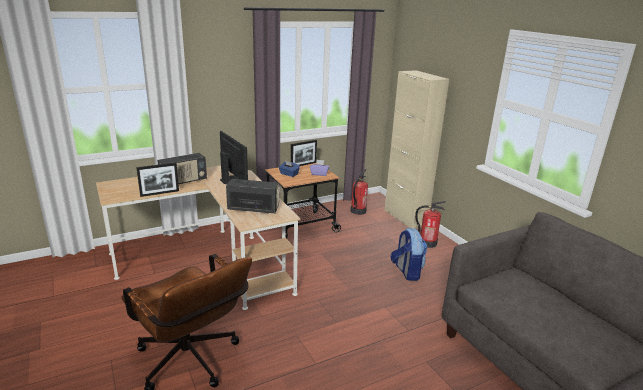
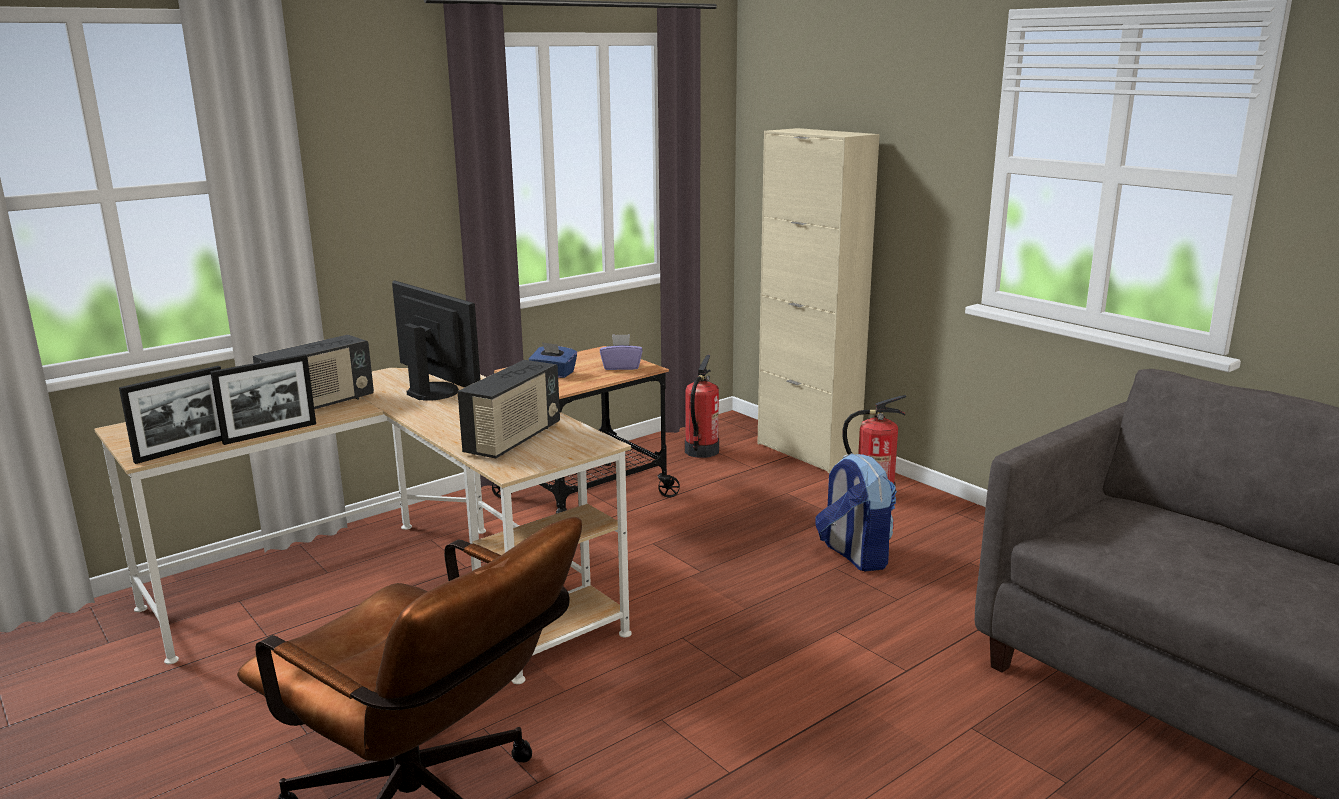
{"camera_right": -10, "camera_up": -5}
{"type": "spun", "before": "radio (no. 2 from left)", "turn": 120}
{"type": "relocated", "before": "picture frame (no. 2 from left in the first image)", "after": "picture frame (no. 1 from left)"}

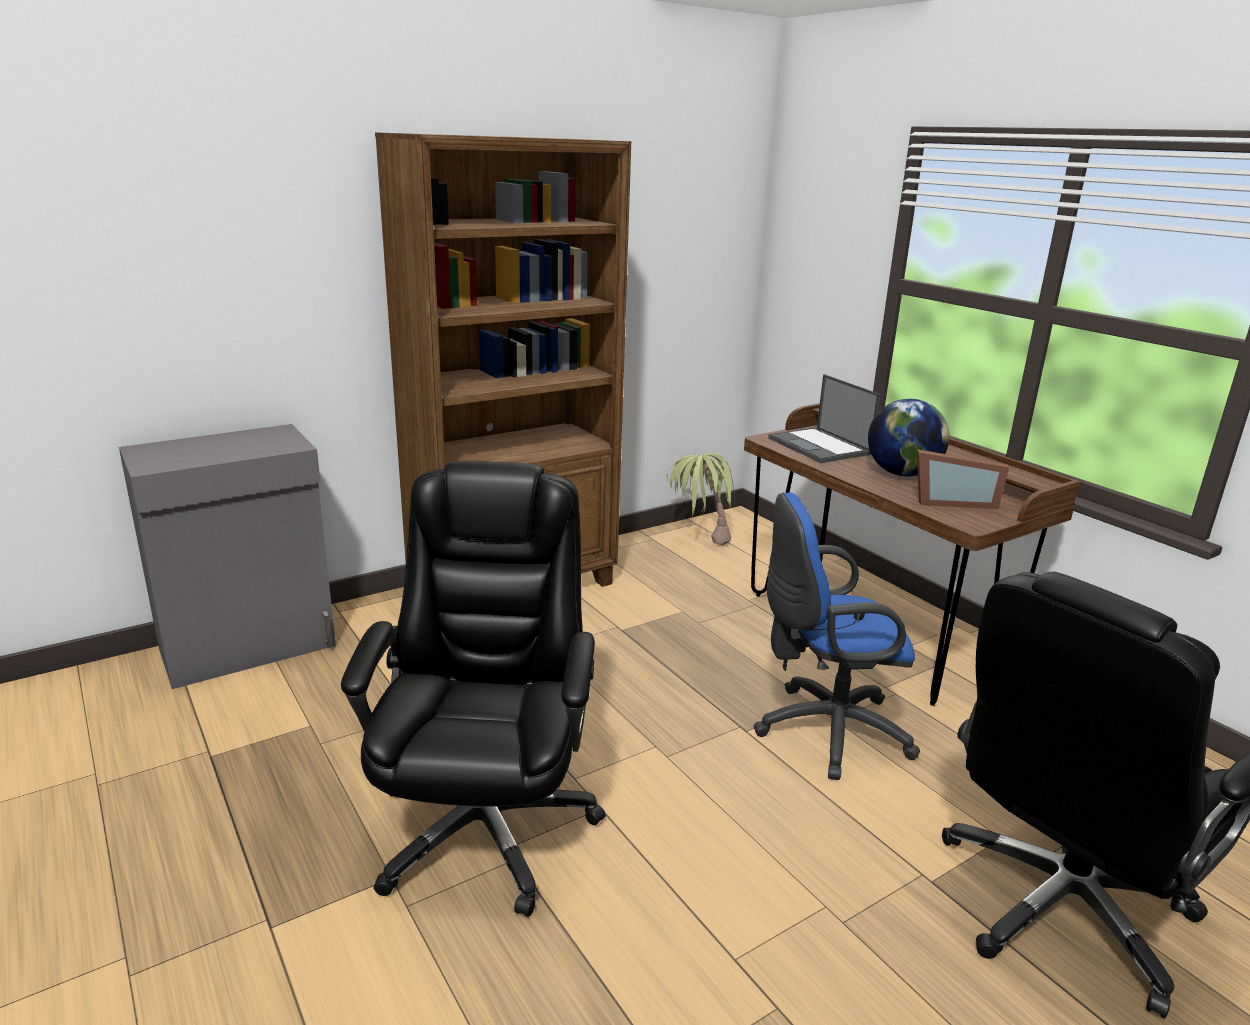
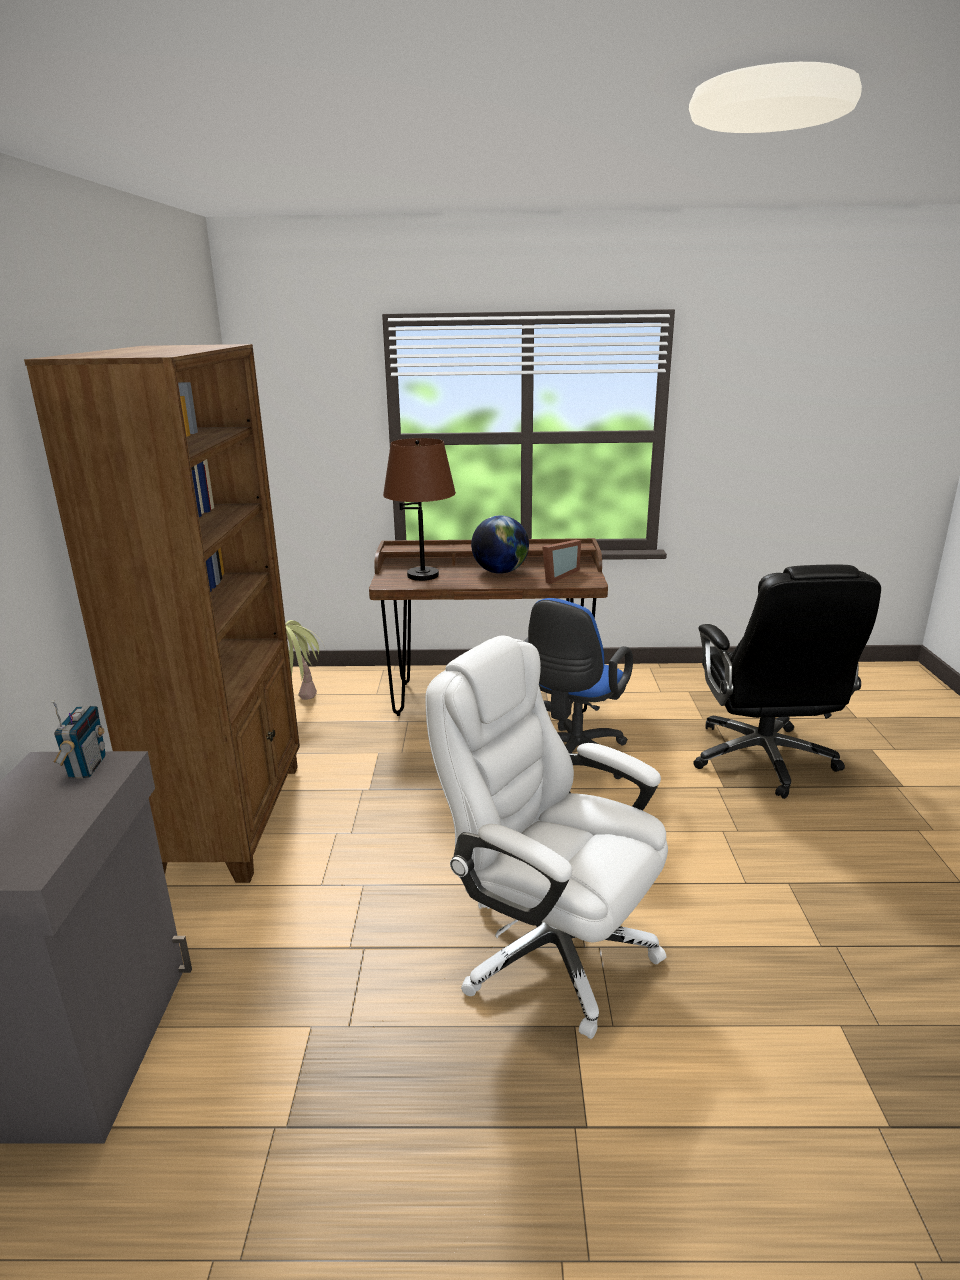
{"camera_right": -55, "camera_up": 0}
{"type": "colour", "before": "black office chair (no. 1 from left)", "after": "white office chair"}
{"type": "exchanged", "before": "laptop", "after": "brown table lamp"}
{"type": "appeared", "after": "radio"}

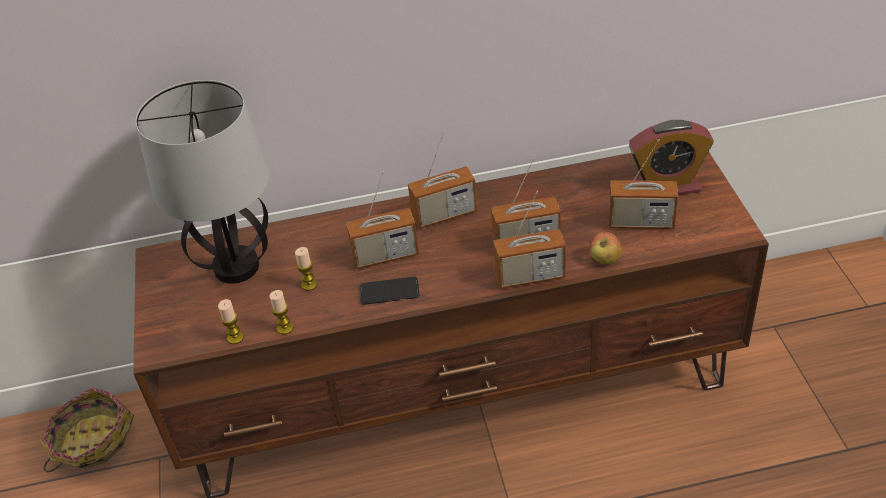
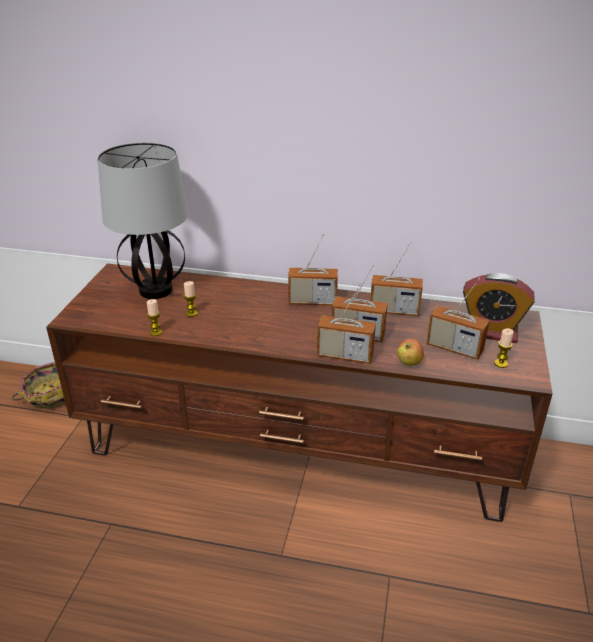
{"camera_right": 20, "camera_up": -10}
{"type": "relocated", "before": "candle (no. 1 from left in the first image)", "after": "candle (no. 3 from left)"}
{"type": "relocated", "before": "radio (no. 1 from left in the first image)", "after": "radio (no. 4 from left)"}
{"type": "missing", "before": "phone"}

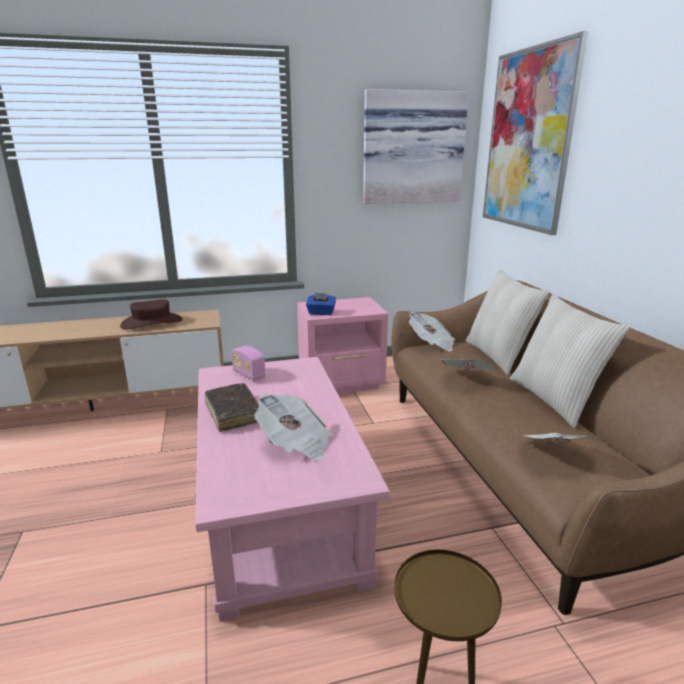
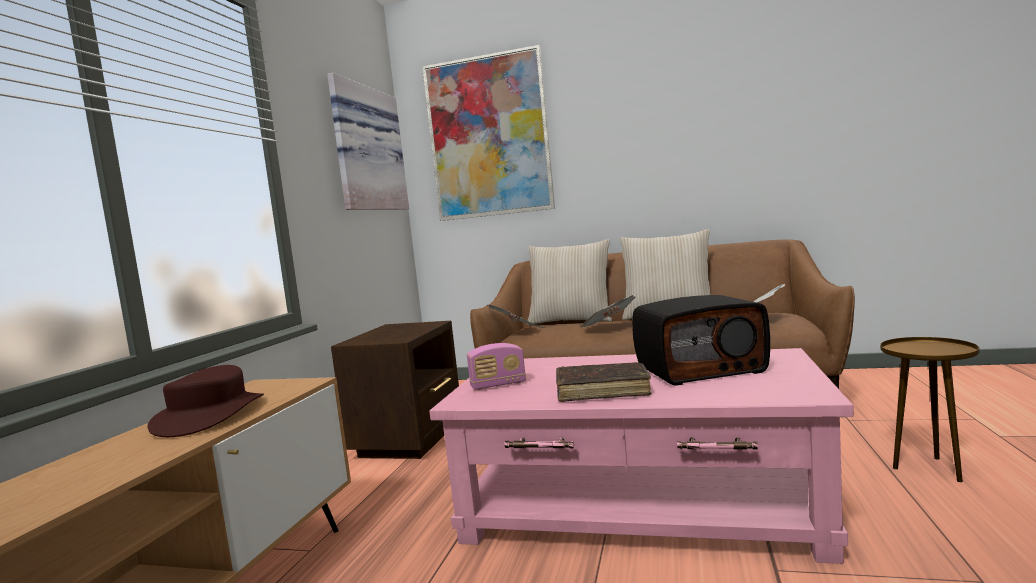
{"camera_right": -60, "camera_up": -15}
{"type": "exchanged", "before": "newspaper (no. 1 from left)", "after": "radio (no. 2 from left)"}
{"type": "colour", "before": "pink nightstand", "after": "brown nightstand"}
{"type": "missing", "before": "blue tissue box"}

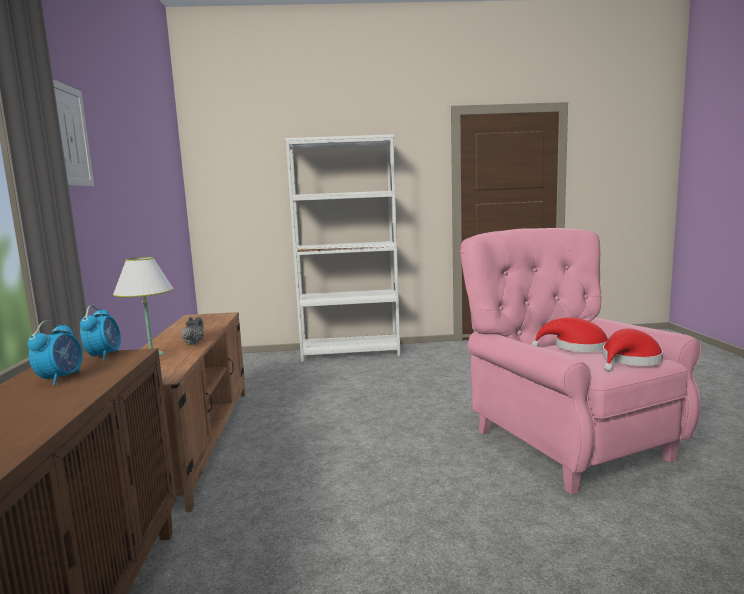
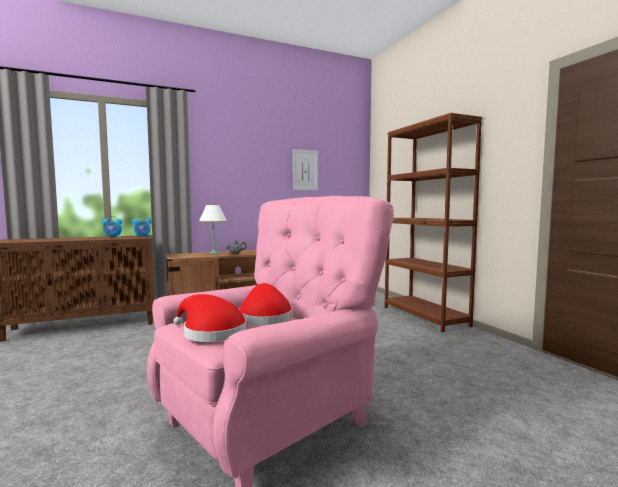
{"camera_right": 70, "camera_up": -5}
{"type": "relocated", "before": "picture"}
{"type": "colour", "before": "white bookcase", "after": "brown bookcase"}

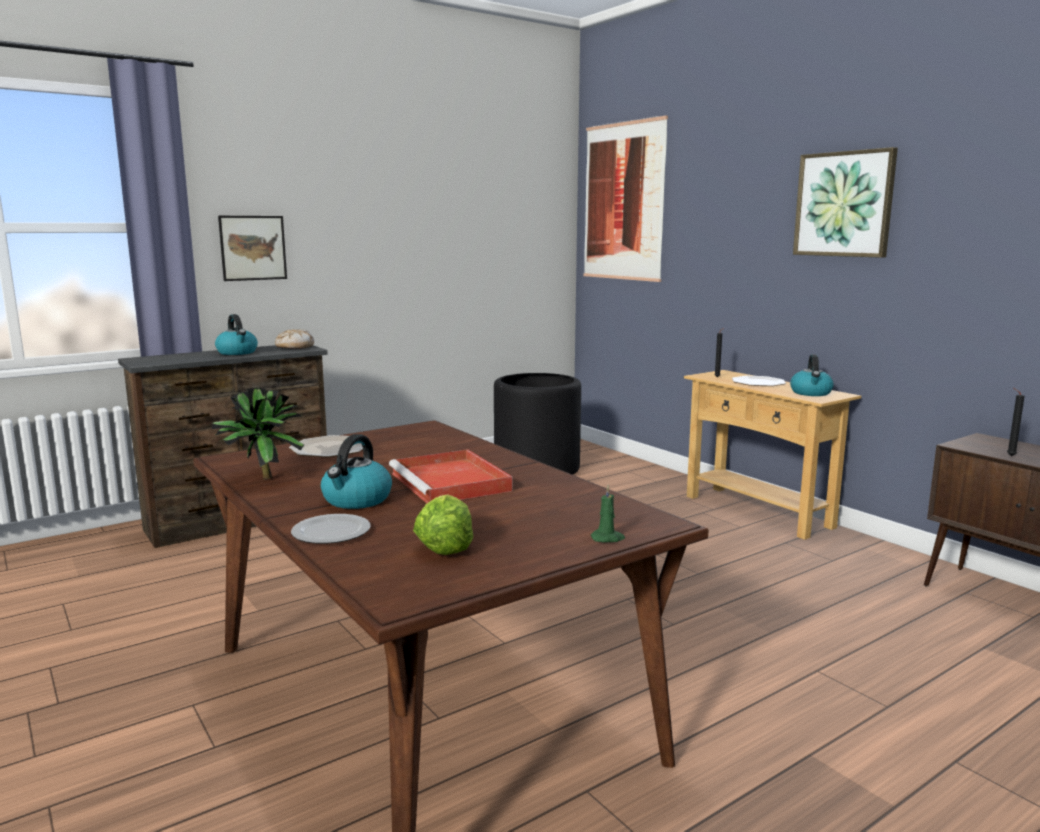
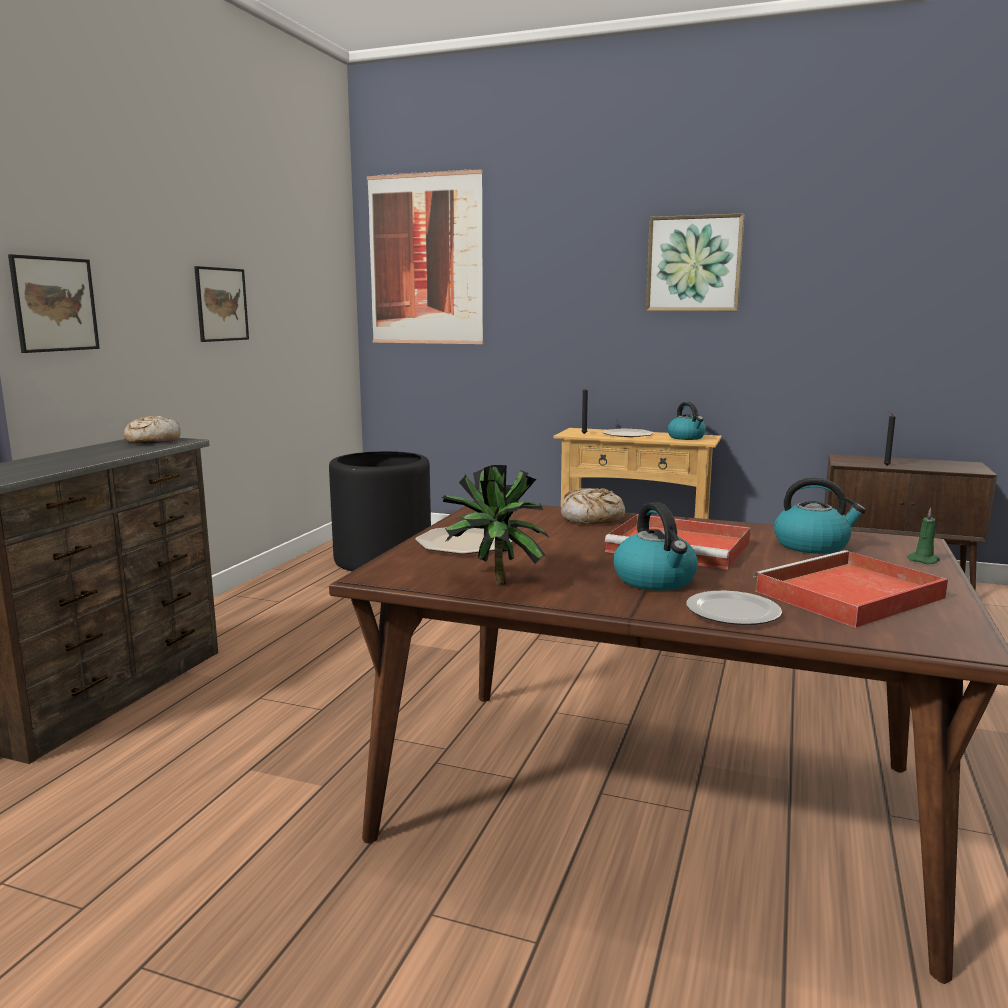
{"camera_right": -35, "camera_up": 0}
{"type": "relocated", "before": "kettle (no. 1 from left in the first image)", "after": "kettle (no. 3 from left)"}
{"type": "exchanged", "before": "lettuce", "after": "red tray (no. 2 from left)"}
{"type": "appeared", "after": "picture (no. 2 from left)"}
{"type": "appeared", "after": "bread (no. 2 from left)"}

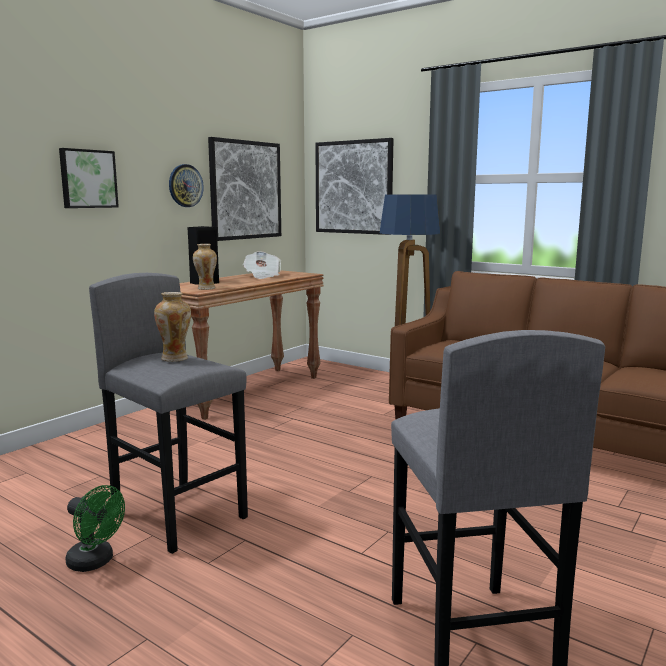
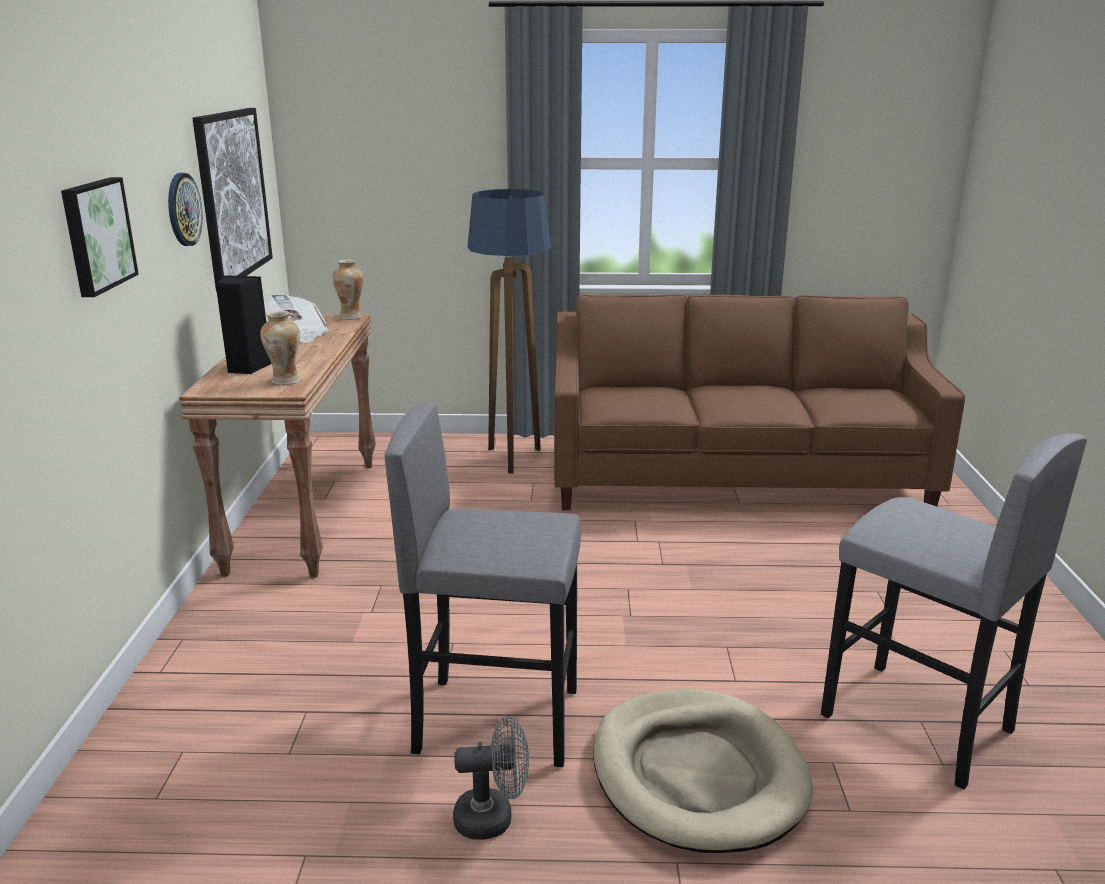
{"camera_right": -35, "camera_up": 10}
{"type": "colour", "before": "green fan", "after": "grey fan"}
{"type": "relocated", "before": "vase (no. 1 from left in the first image)", "after": "vase (no. 2 from left)"}
{"type": "missing", "before": "picture (no. 3 from left)"}
{"type": "appeared", "after": "beige dog bed"}

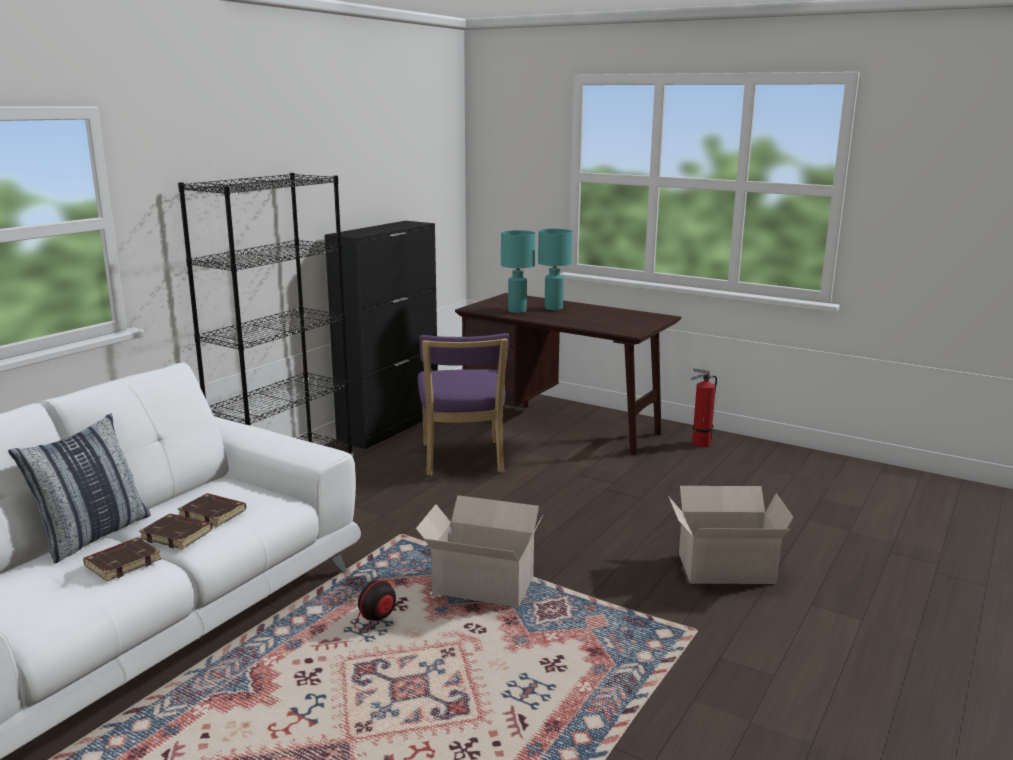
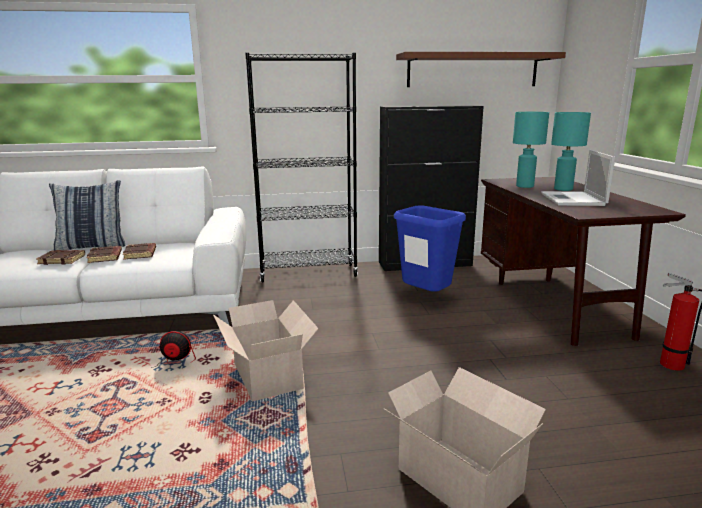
{"camera_right": 50, "camera_up": 0}
{"type": "exchanged", "before": "purple chair", "after": "blue trash can"}
{"type": "appeared", "after": "brown shelf"}
{"type": "appeared", "after": "laptop"}

